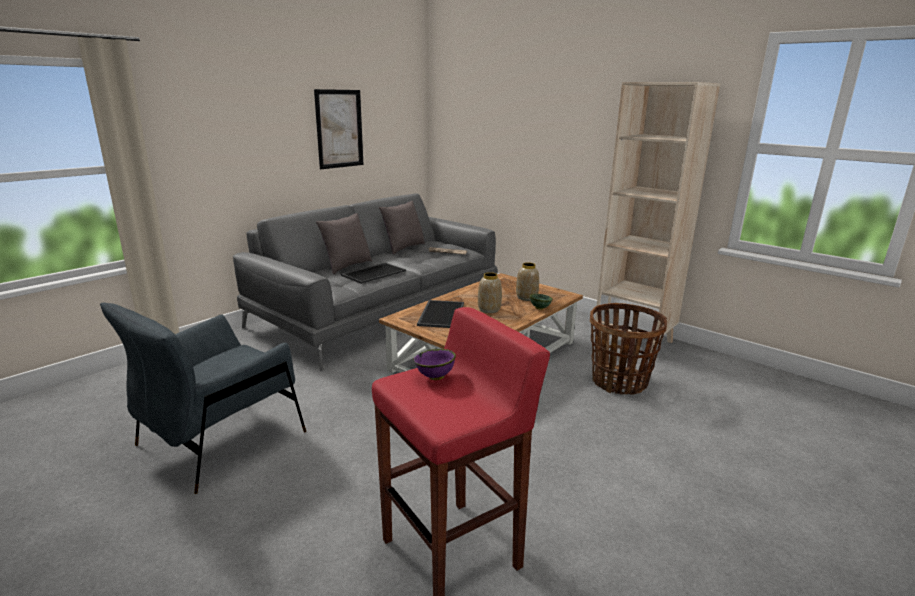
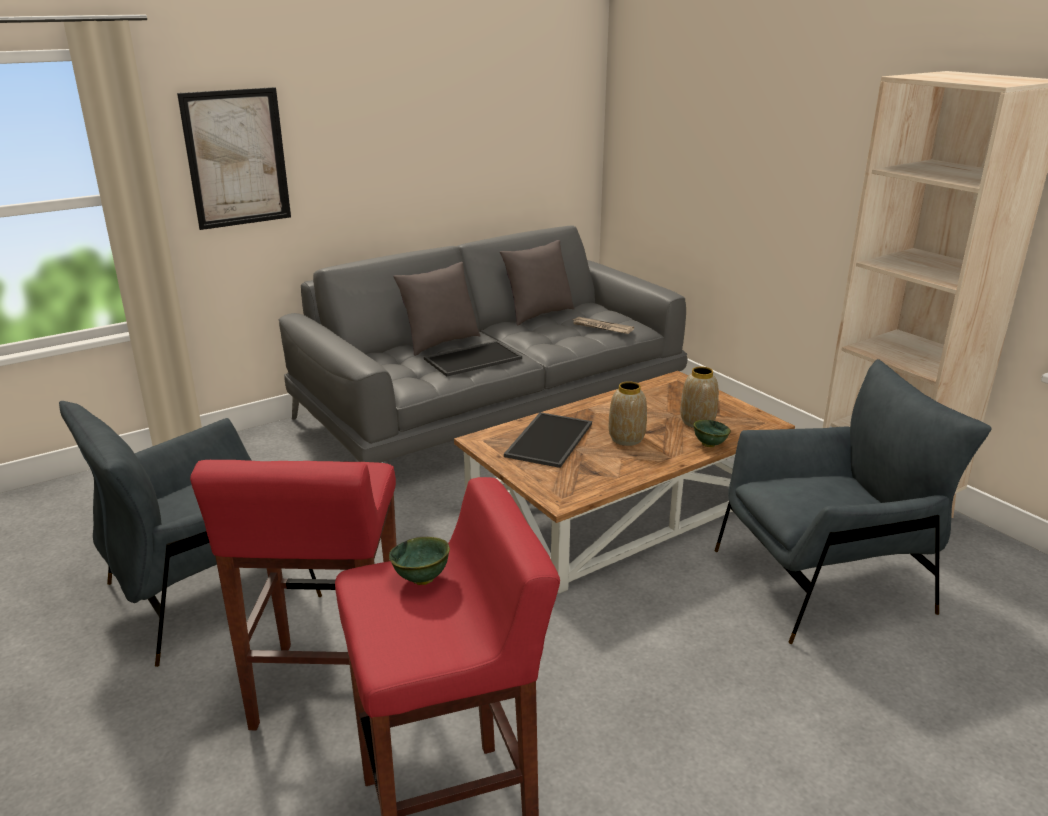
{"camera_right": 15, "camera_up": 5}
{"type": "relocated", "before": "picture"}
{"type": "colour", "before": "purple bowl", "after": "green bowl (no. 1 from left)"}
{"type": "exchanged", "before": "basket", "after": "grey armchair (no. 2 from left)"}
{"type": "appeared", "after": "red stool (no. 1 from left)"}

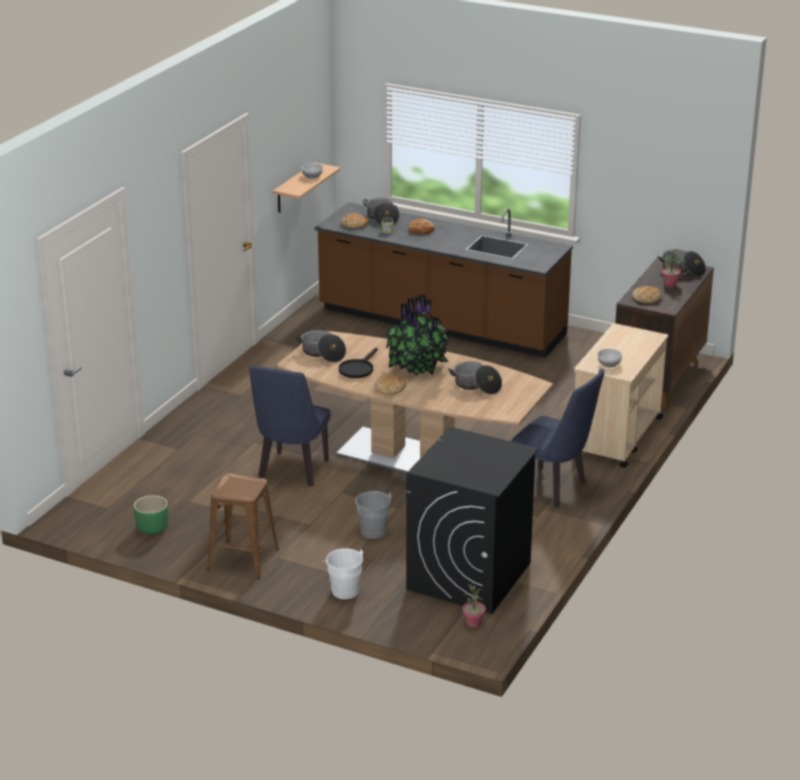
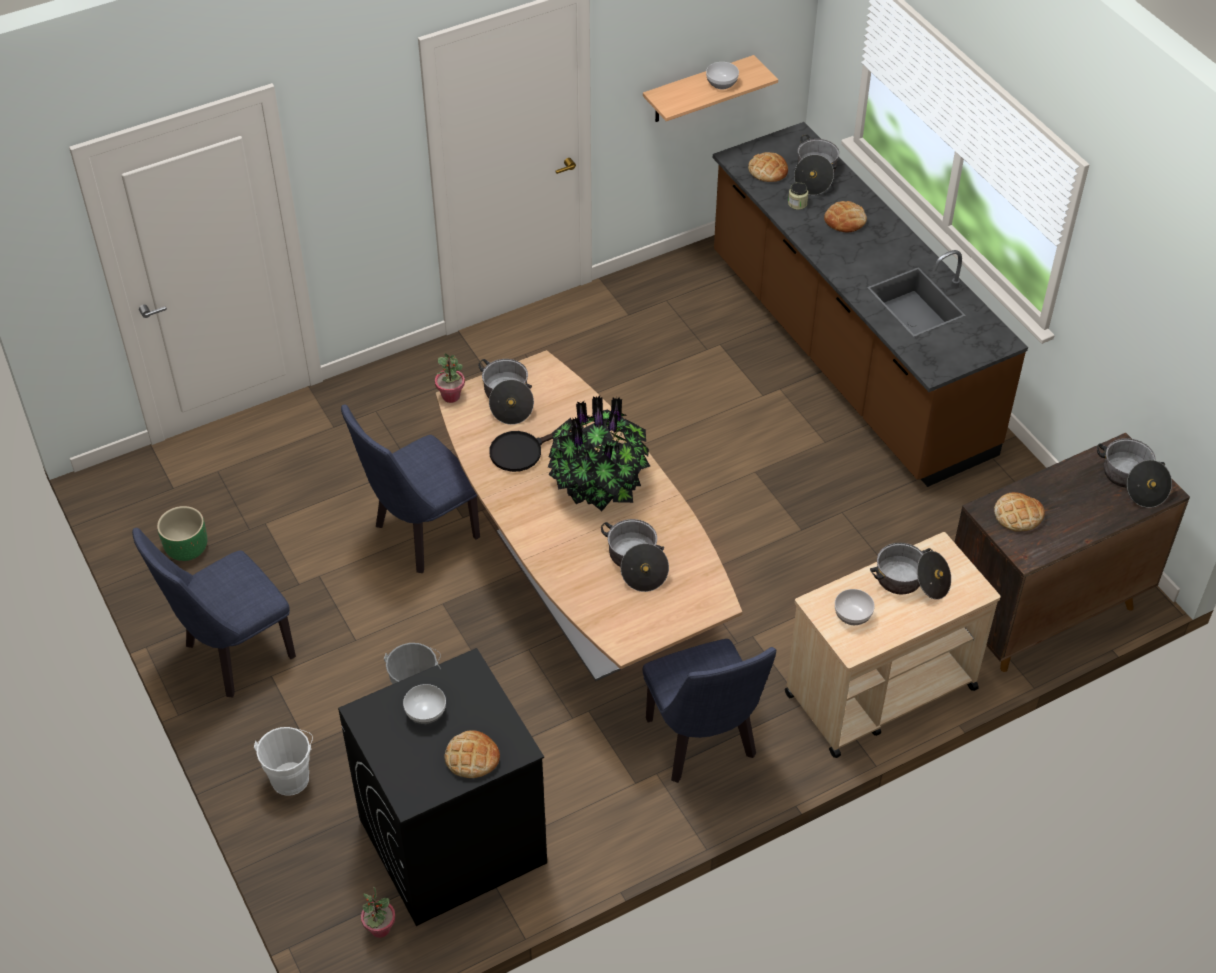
{"camera_right": 35, "camera_up": 20}
{"type": "exchanged", "before": "brown stool", "after": "blue chair (no. 1 from left)"}
{"type": "relocated", "before": "bread (no. 2 from left in the first image)", "after": "bread (no. 1 from left)"}
{"type": "relocated", "before": "potted plant (no. 3 from left in the first image)", "after": "potted plant (no. 2 from left)"}
{"type": "appeared", "after": "bowl (no. 1 from left)"}
{"type": "appeared", "after": "cooking pot (no. 4 from left)"}

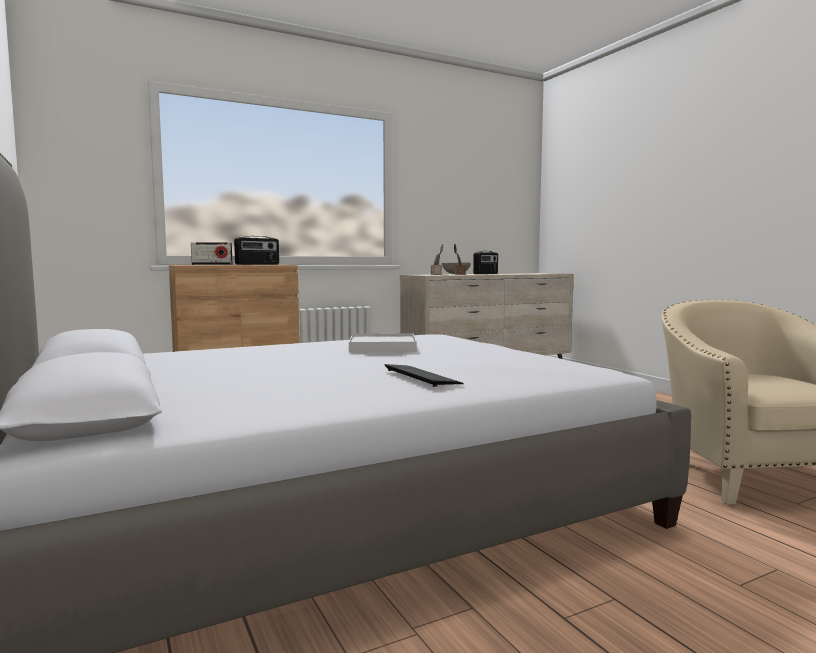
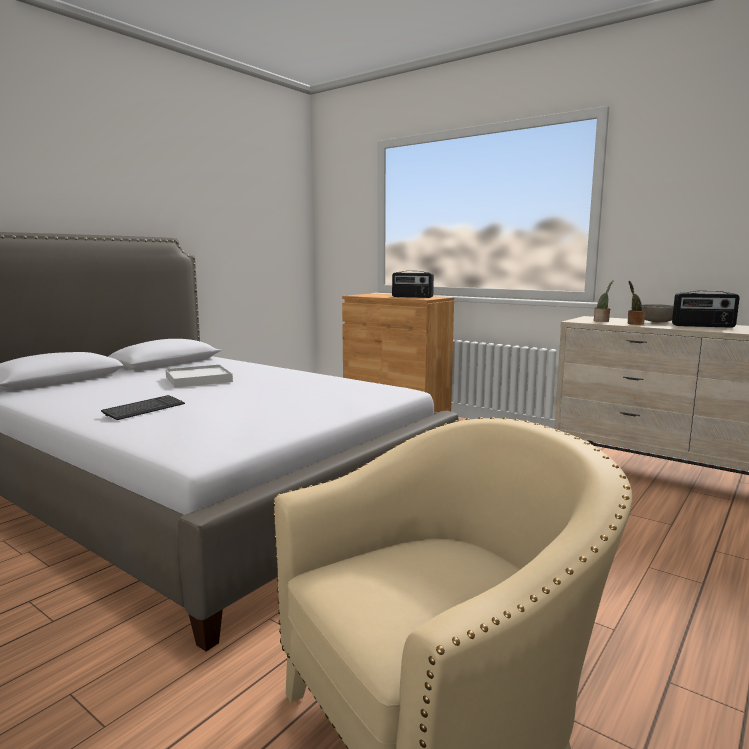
{"camera_right": 65, "camera_up": 5}
{"type": "missing", "before": "radio (no. 1 from left)"}
{"type": "relocated", "before": "white tray"}

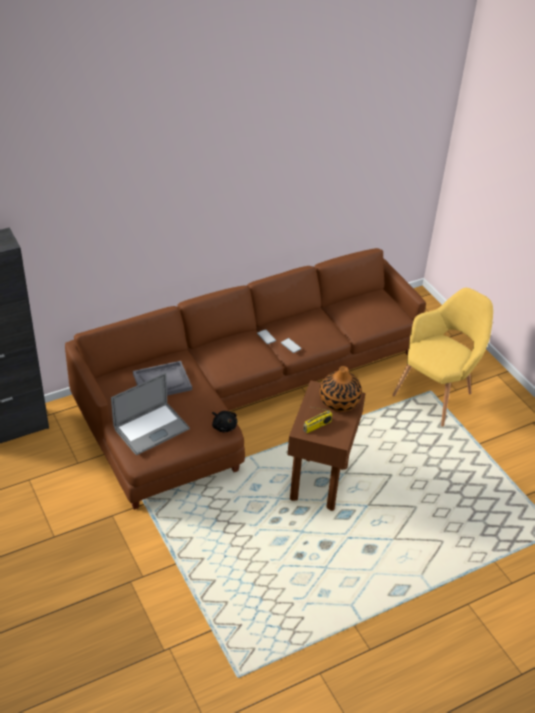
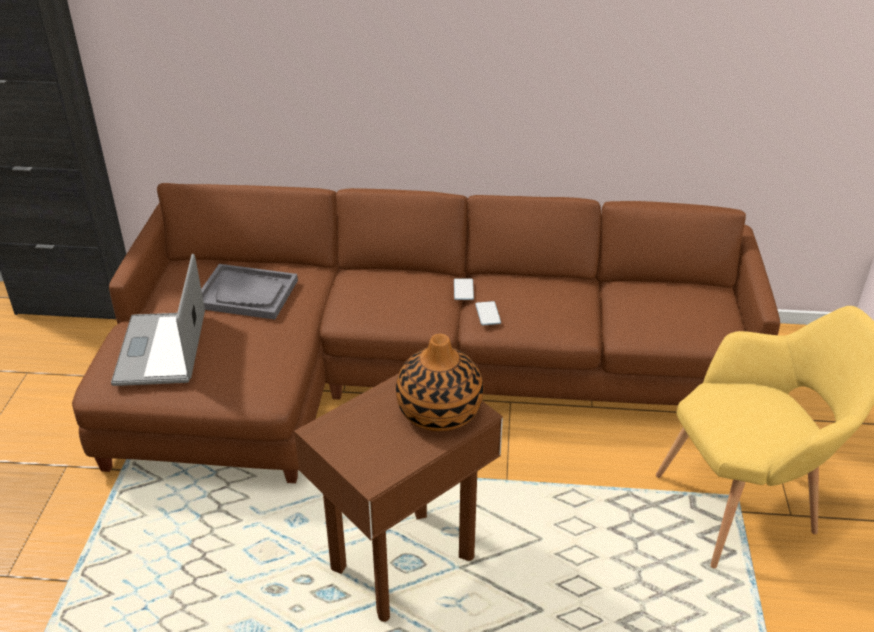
{"camera_right": 35, "camera_up": -5}
{"type": "spun", "before": "laptop", "turn": 90}
{"type": "missing", "before": "black plush toy"}
{"type": "missing", "before": "radio"}

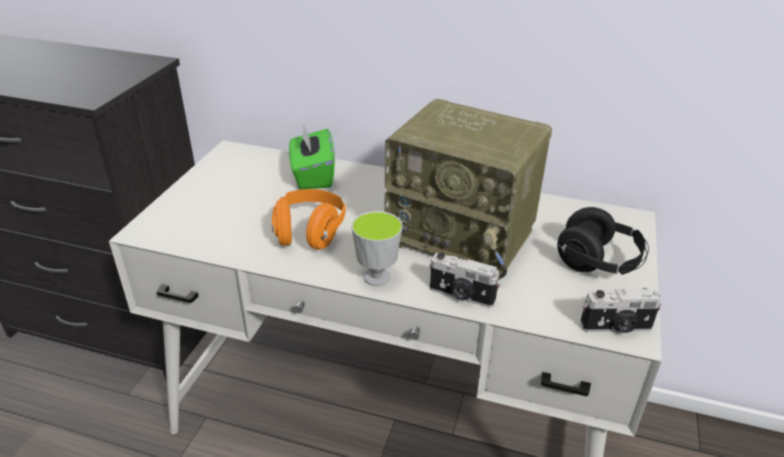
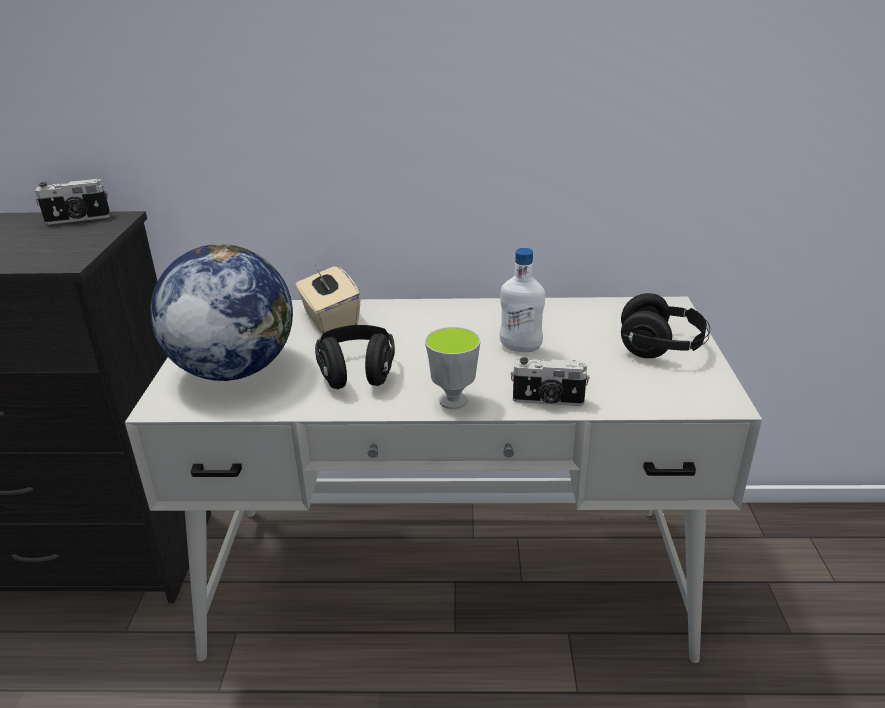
{"camera_right": -15, "camera_up": -5}
{"type": "colour", "before": "orange headphones", "after": "black headphones (no. 1 from left)"}
{"type": "colour", "before": "green tissue box", "after": "beige tissue box"}
{"type": "exchanged", "before": "radio", "after": "white bottle"}
{"type": "relocated", "before": "photo camera (no. 2 from left in the first image)", "after": "photo camera (no. 1 from left)"}
{"type": "appeared", "after": "globe"}

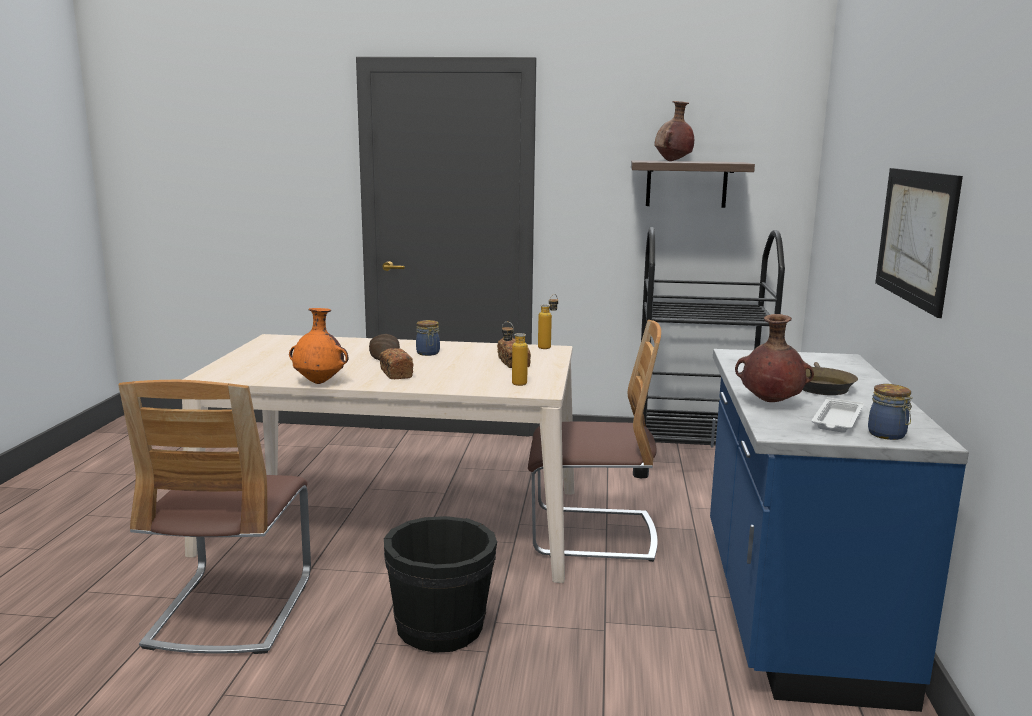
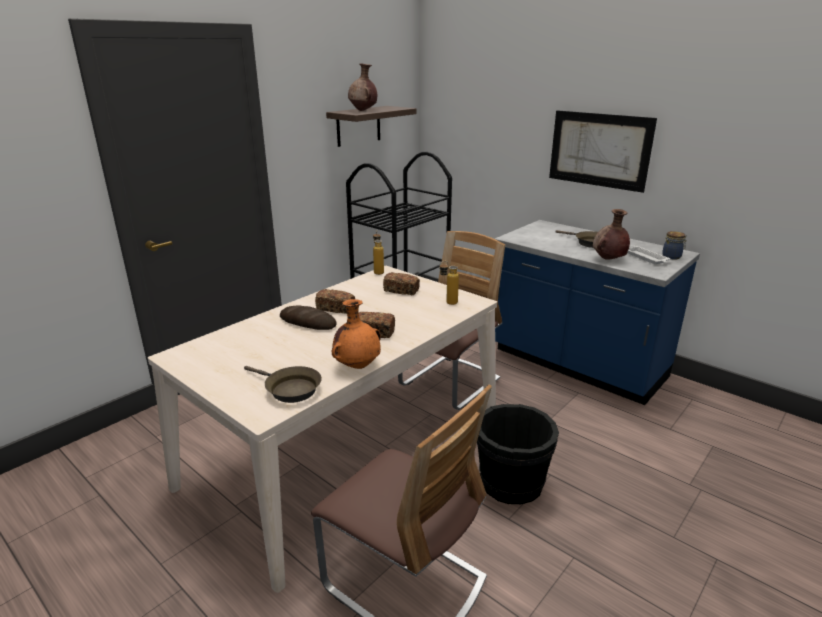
{"camera_right": -55, "camera_up": 10}
{"type": "exchanged", "before": "jar (no. 1 from left)", "after": "bread (no. 2 from left)"}
{"type": "appeared", "after": "brown frying pan (no. 1 from left)"}

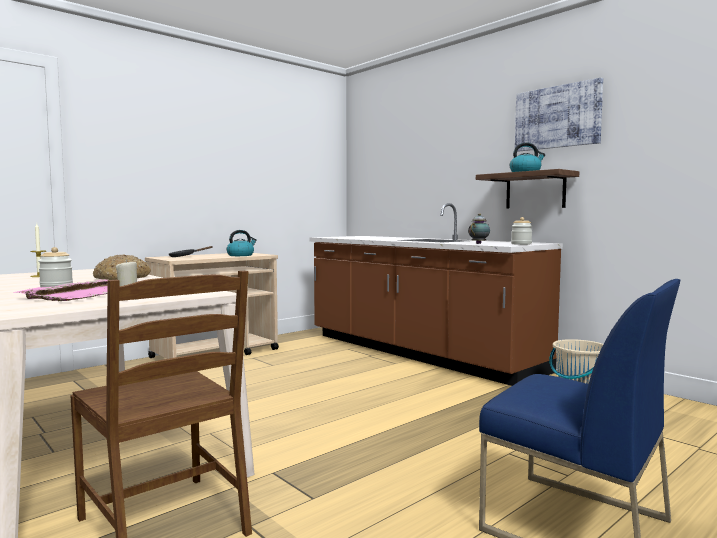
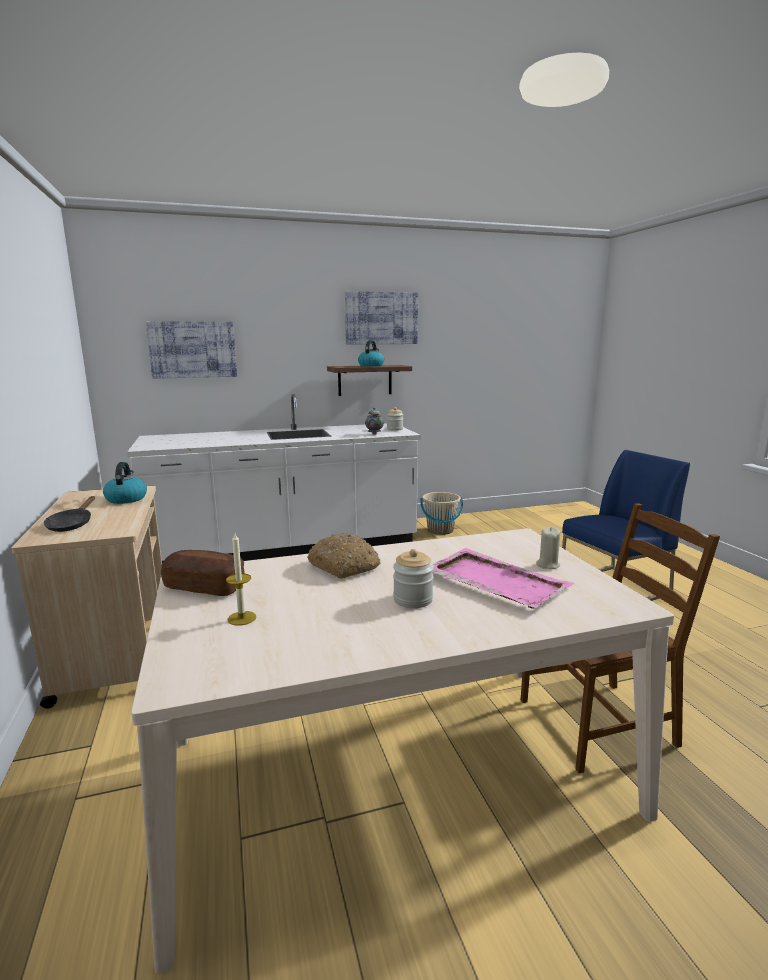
{"camera_right": -65, "camera_up": 10}
{"type": "colour", "before": "brown counter", "after": "white counter"}
{"type": "appeared", "after": "picture (no. 1 from left)"}
{"type": "appeared", "after": "bread (no. 1 from left)"}

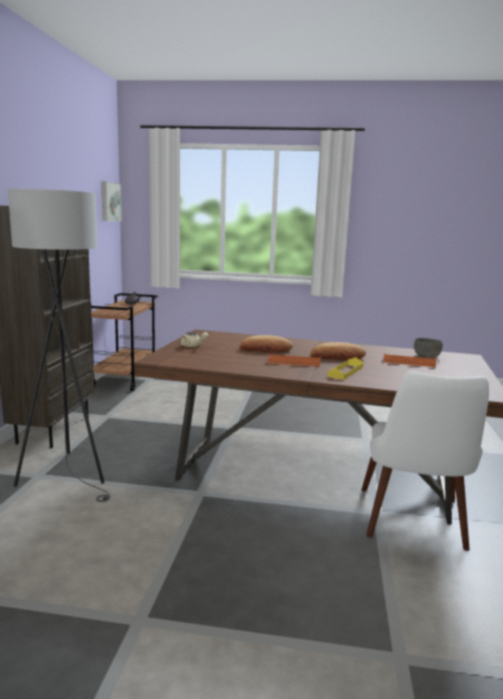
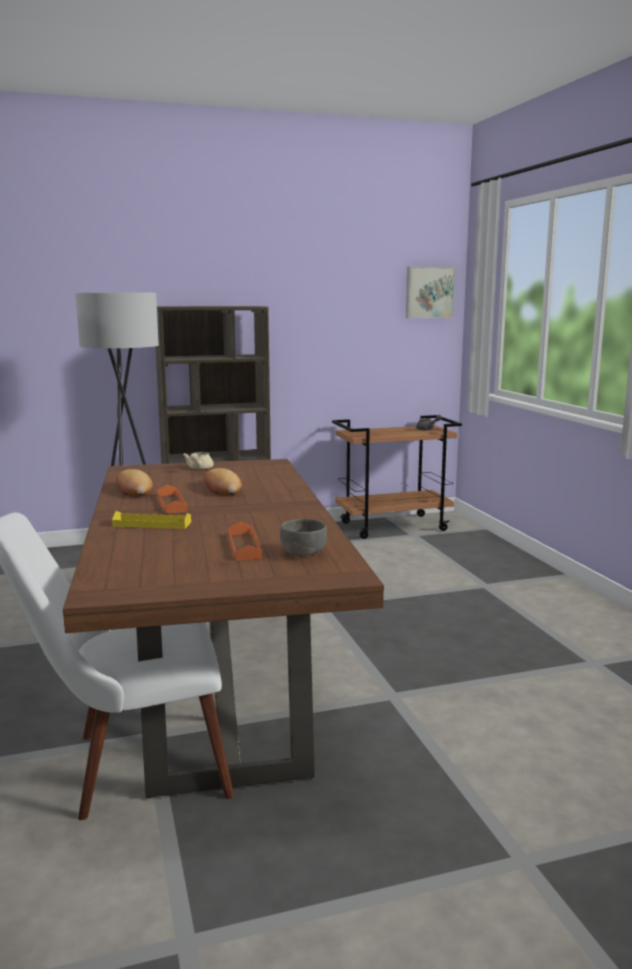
{"camera_right": 65, "camera_up": 0}
{"type": "relocated", "before": "bread (no. 2 from left in the first image)", "after": "bread (no. 1 from left)"}

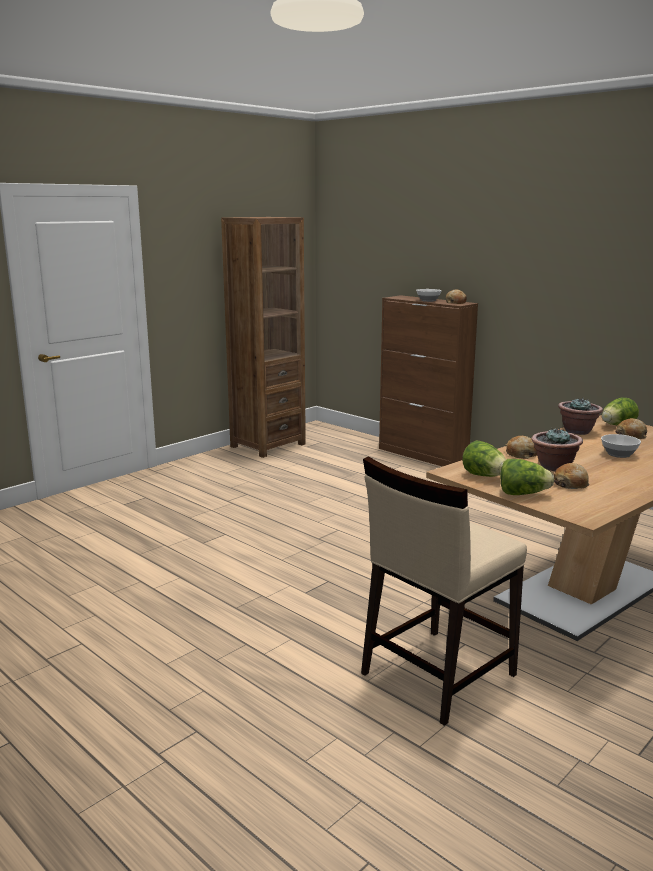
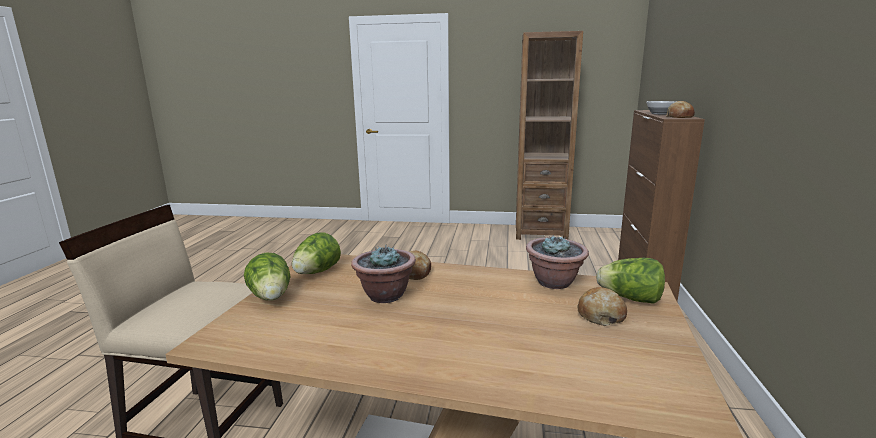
{"camera_right": 55, "camera_up": 0}
{"type": "missing", "before": "bread (no. 3 from left)"}
{"type": "missing", "before": "bowl (no. 2 from left)"}

